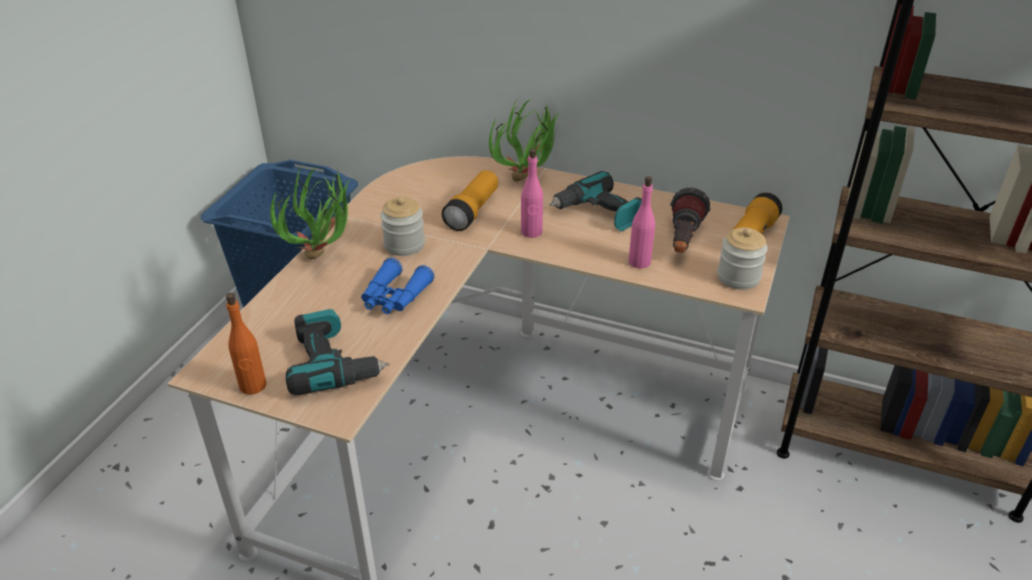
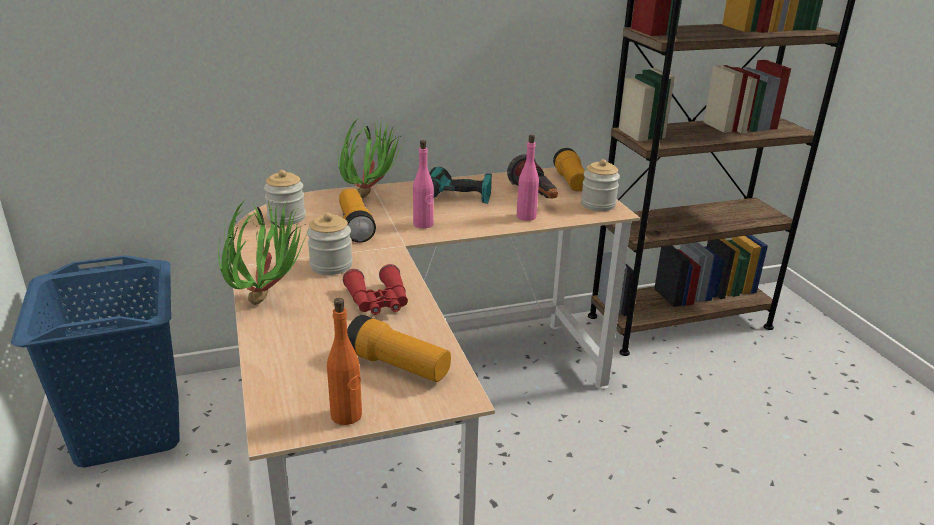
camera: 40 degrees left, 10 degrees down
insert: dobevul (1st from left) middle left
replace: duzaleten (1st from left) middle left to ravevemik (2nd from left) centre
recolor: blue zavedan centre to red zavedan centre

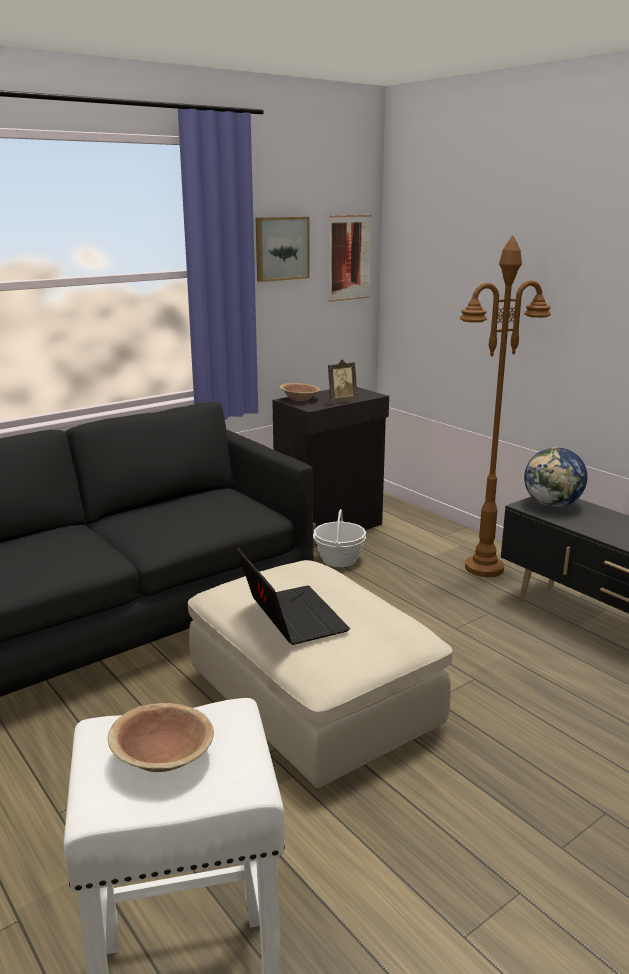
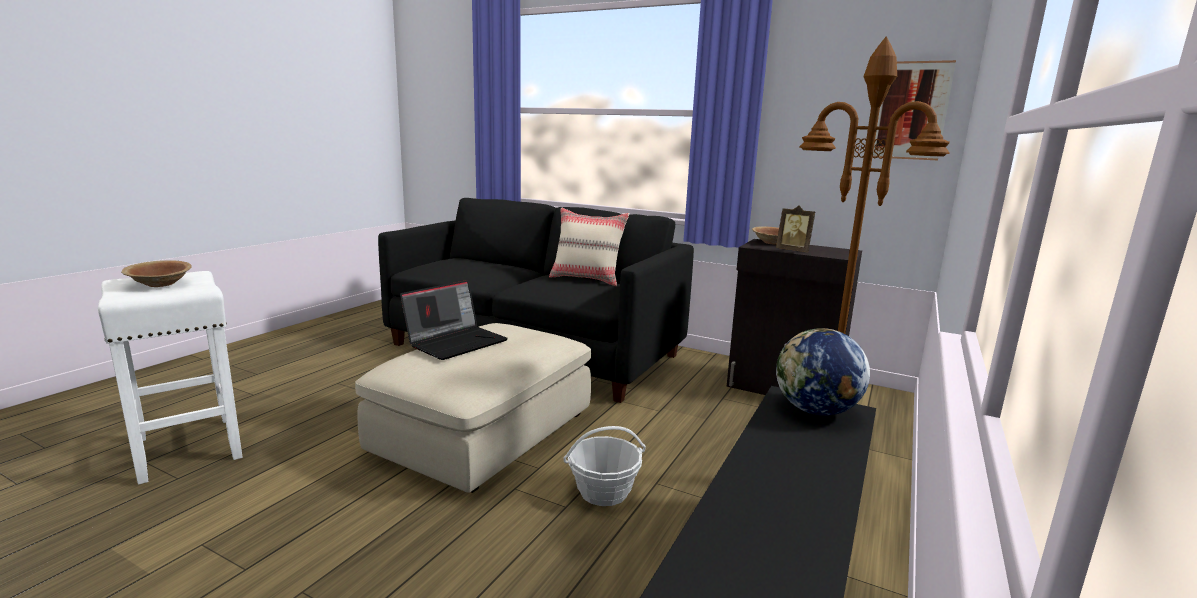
camera: 65 degrees right, 5 degrees down
delete: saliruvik (1st from left) top centre
insert: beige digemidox centre
move: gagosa centre to bottom centre

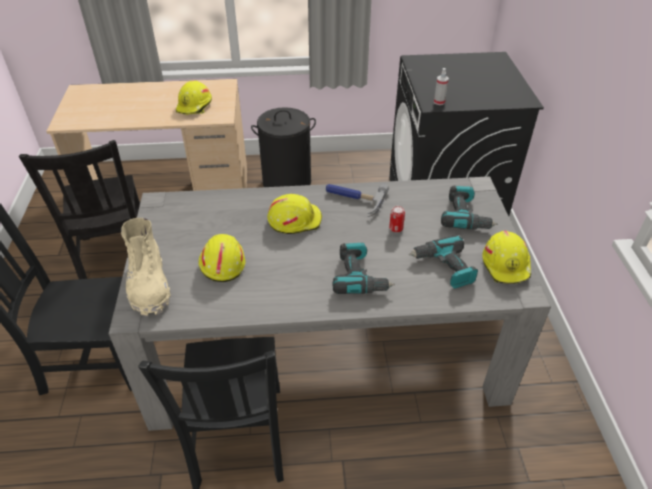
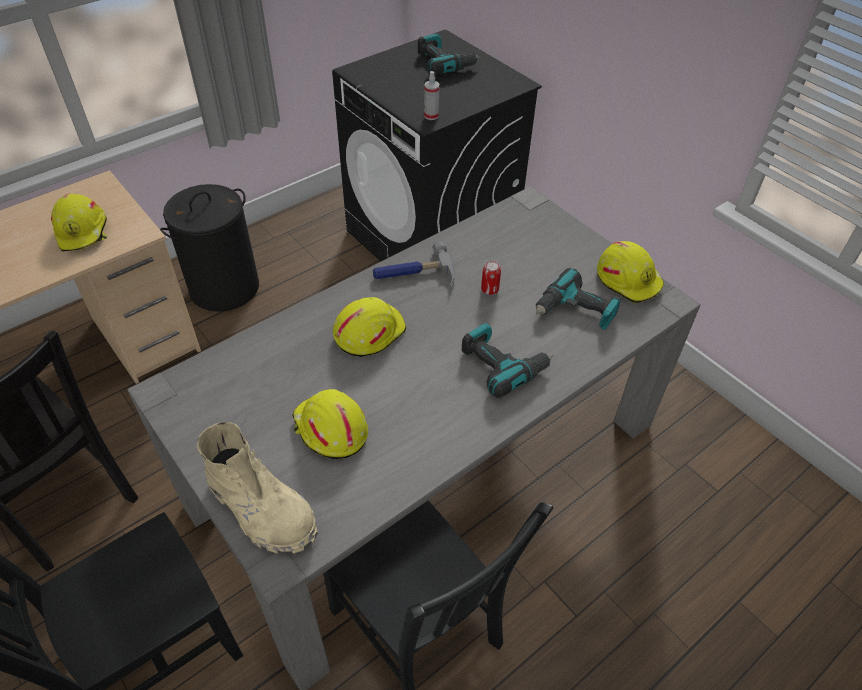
camera: 35 degrees left, 5 degrees up
move: duzaleten (3rd from left in the first image) middle right to duzaleten (1st from left) top centre

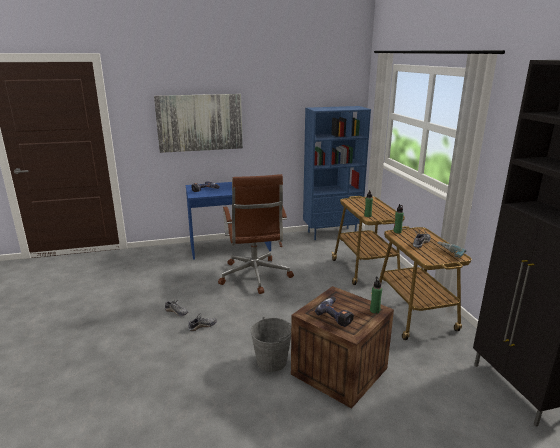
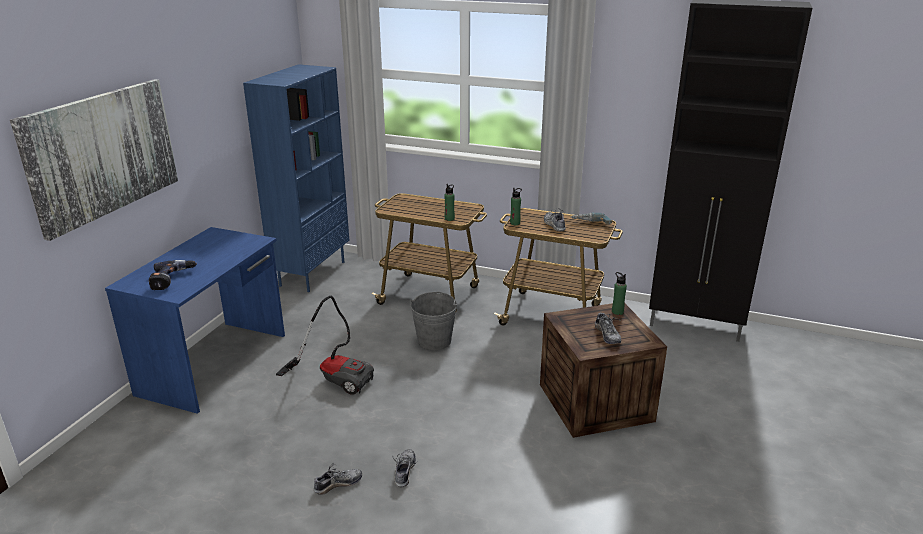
camera: 55 degrees left, 5 degrees up
move: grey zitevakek bottom centre to centre
replace: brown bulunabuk centre to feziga centre; duzaleten (2nd from left) bottom centre to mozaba (4th from left) centre

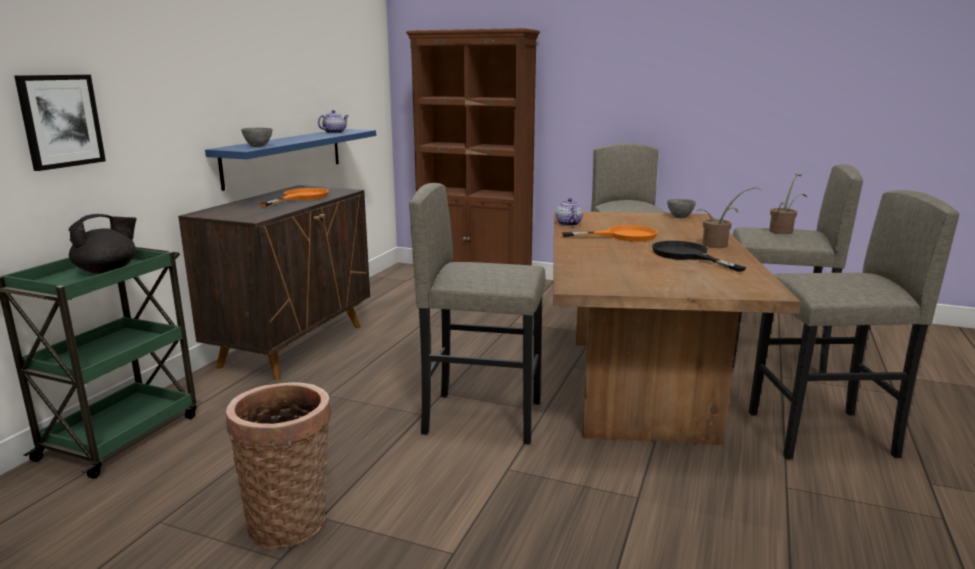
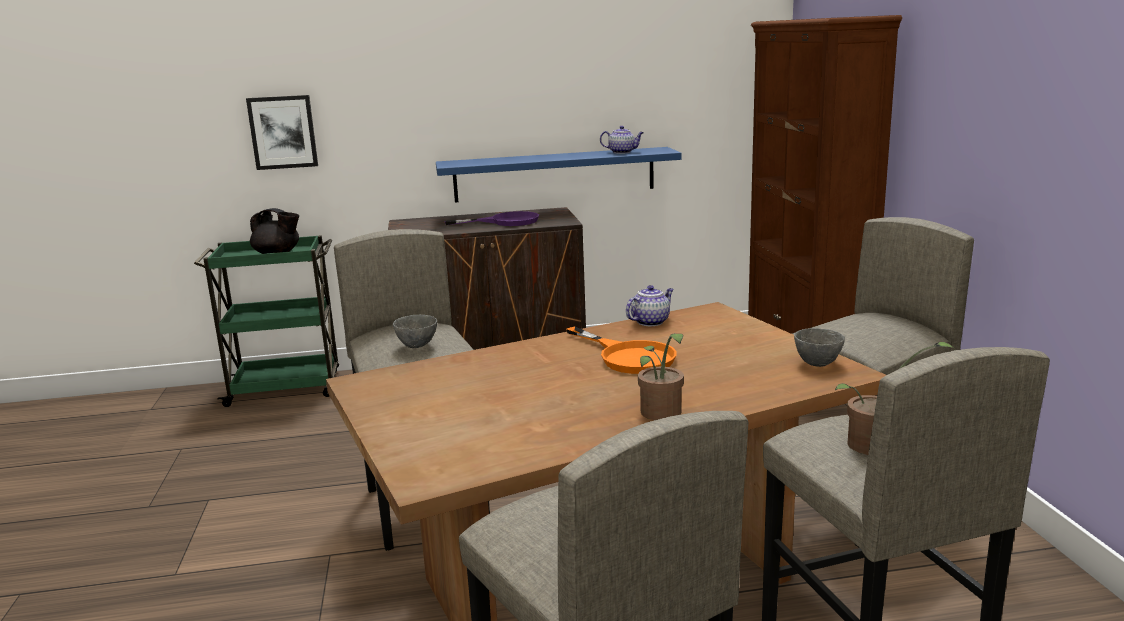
camera: 60 degrees right, 0 degrees up
delete: gagosa bottom left; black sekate middle right
move: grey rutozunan (1st from left) top left to centre
recolor: orange sekate (1st from left) middle left to purple sekate centre

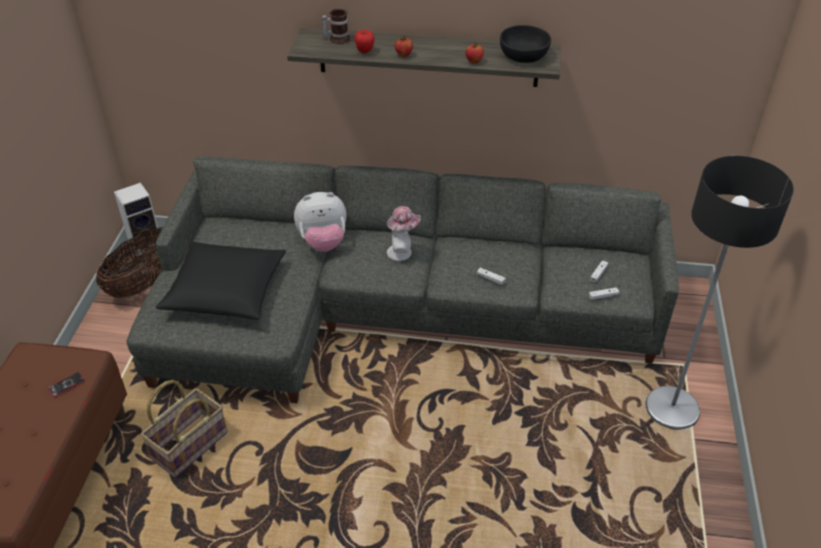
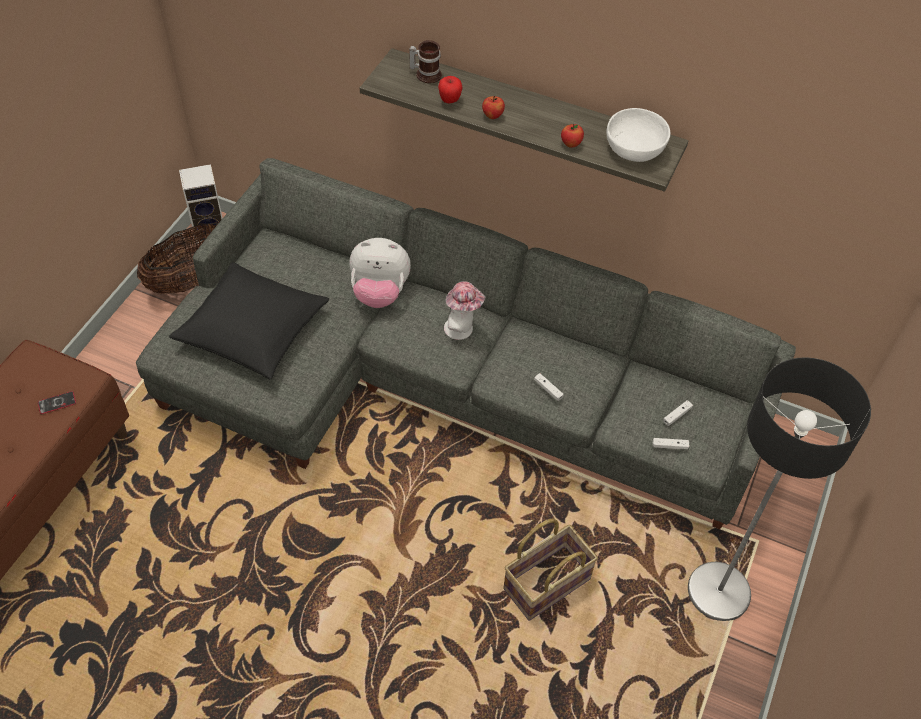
camera: 15 degrees right, 10 degrees up
move: gagosa (2nd from left) bottom left to bottom centre
recolor: black rutozunan top centre to white rutozunan top right

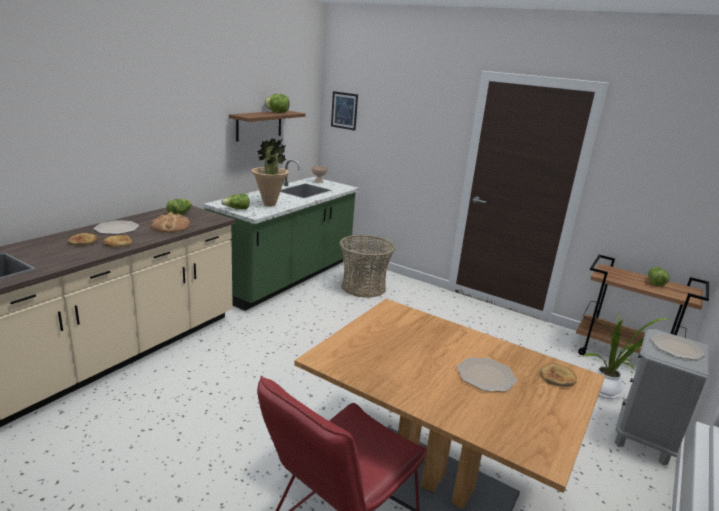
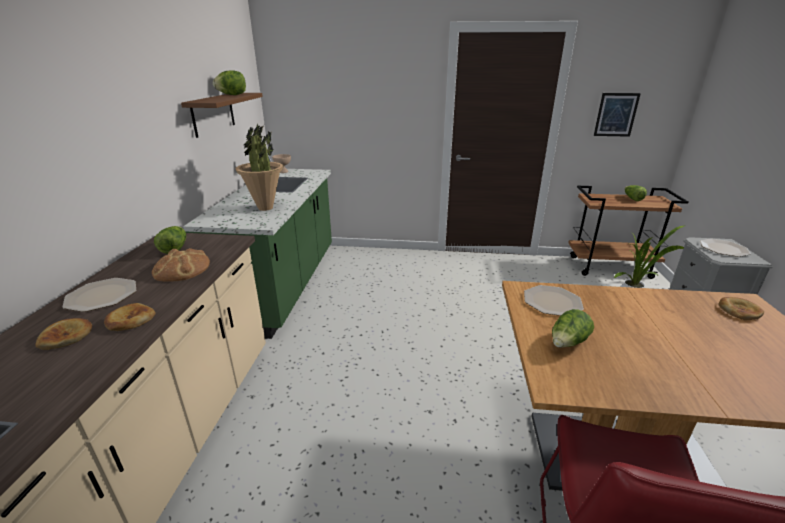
camera: 25 degrees left, 5 degrees up
delete: gagosa centre
move: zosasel (2nd from left in the first image) middle left to zosasel (3rd from left) middle right; saliruvik top centre to top right; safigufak (2nd from left) bottom right to middle right

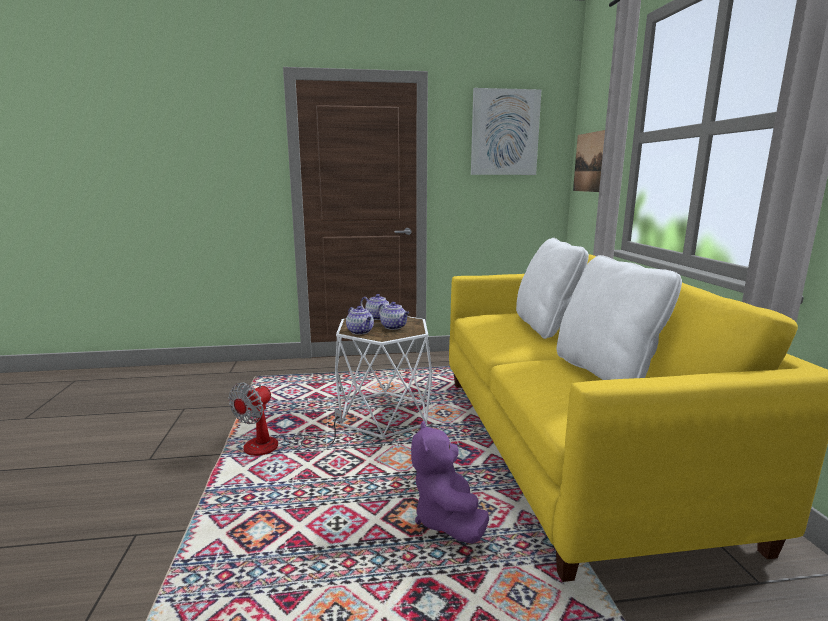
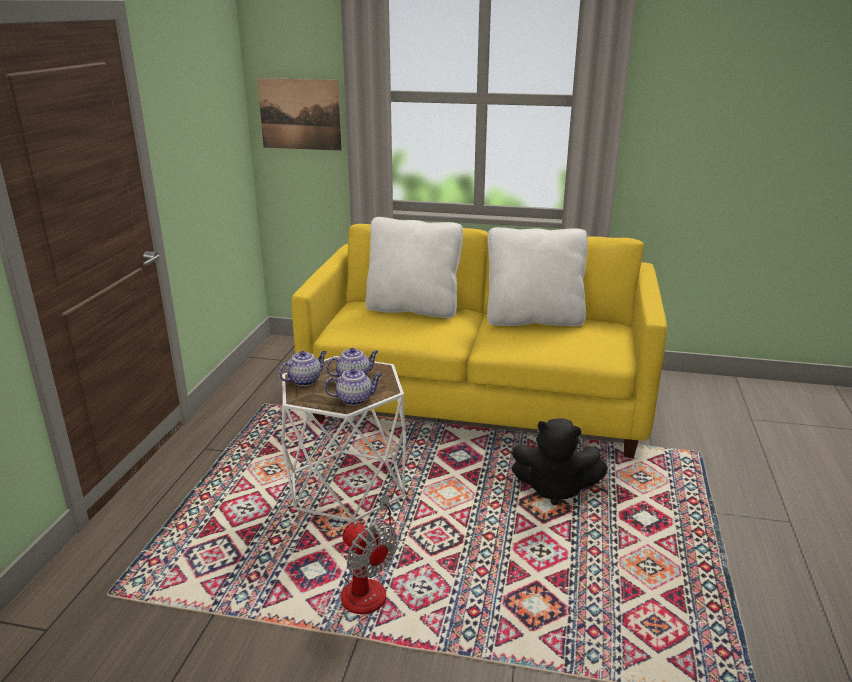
camera: 70 degrees left, 10 degrees up
delete: saliruvik (1st from left) top centre
recolor: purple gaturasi bottom centre to black gaturasi bottom centre

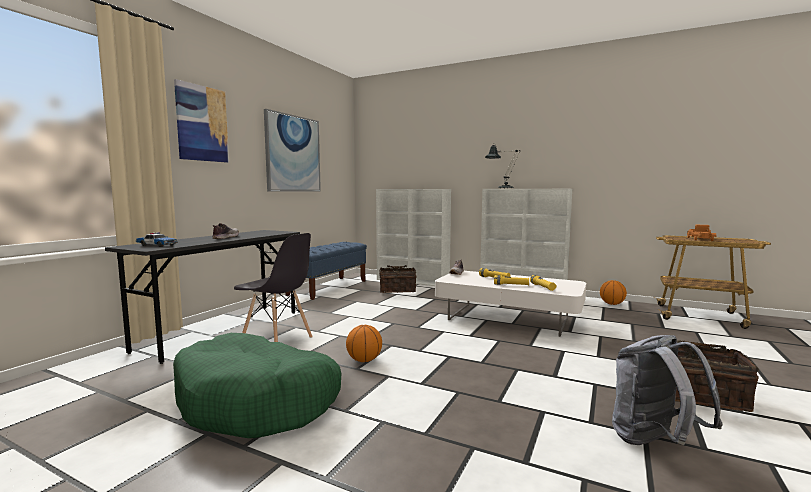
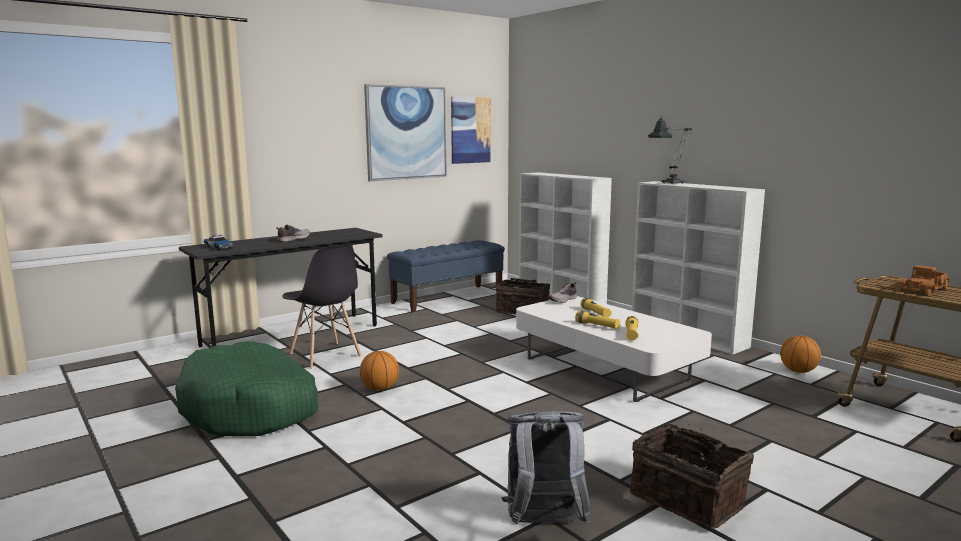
camera: 25 degrees right, 5 degrees up
move: saliruvik (1st from left in the first image) top left to saliruvik (2nd from left) top centre

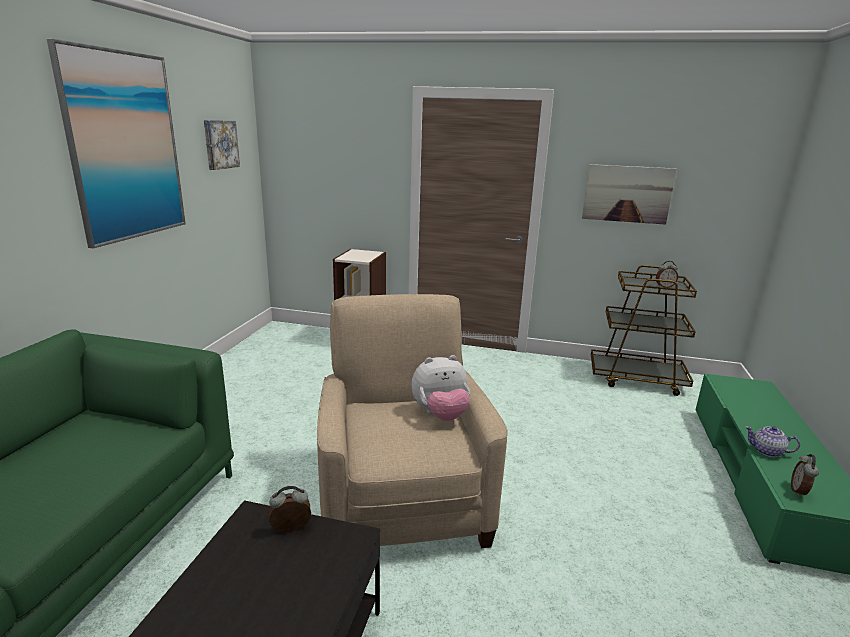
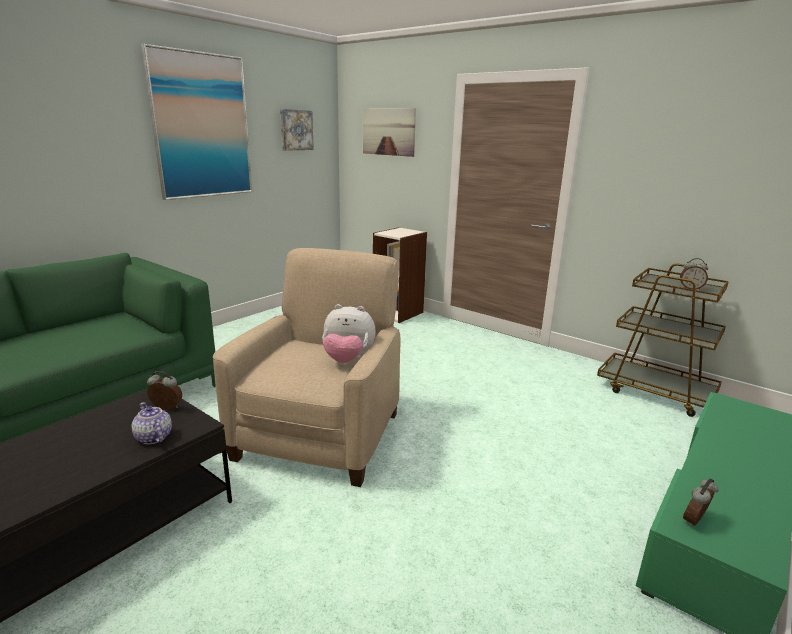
camera: 25 degrees right, 0 degrees up
move: saliruvik (3rd from left) top right to top centre; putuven bottom right to bottom left

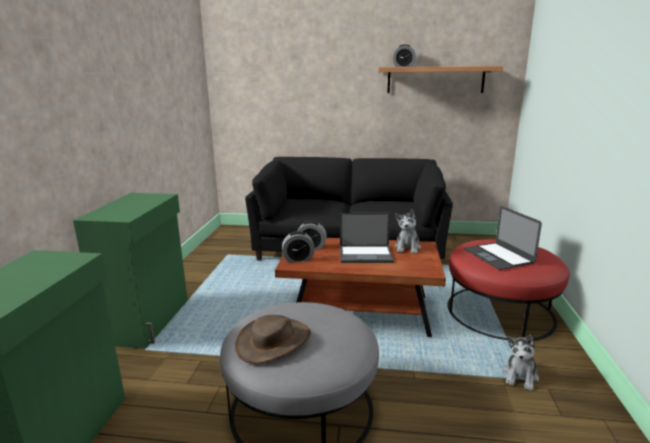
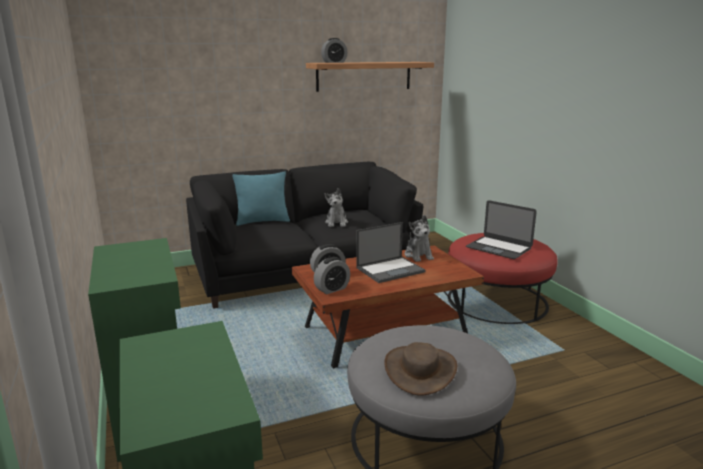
camera: 30 degrees left, 0 degrees up
insert: turquoise digemidox centre
move: gaturasi (2nd from left in the first image) bottom right to gaturasi (1st from left) centre

